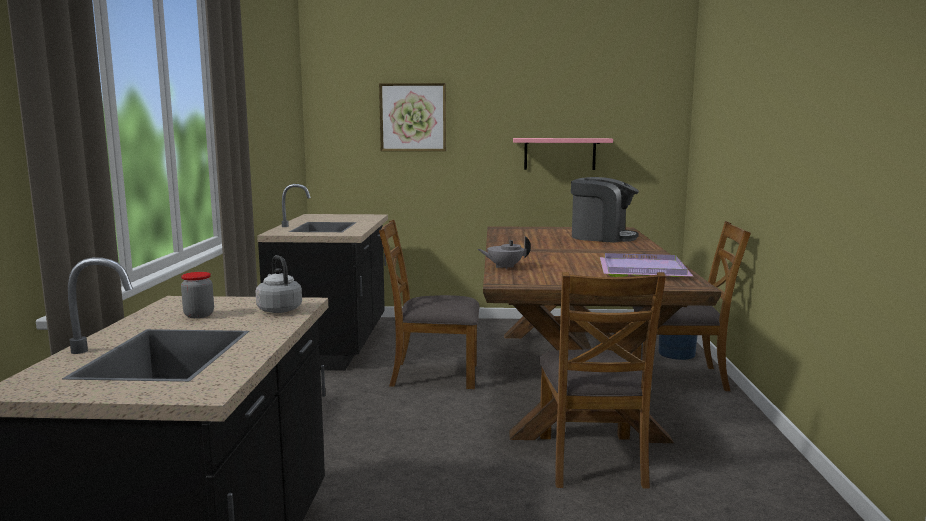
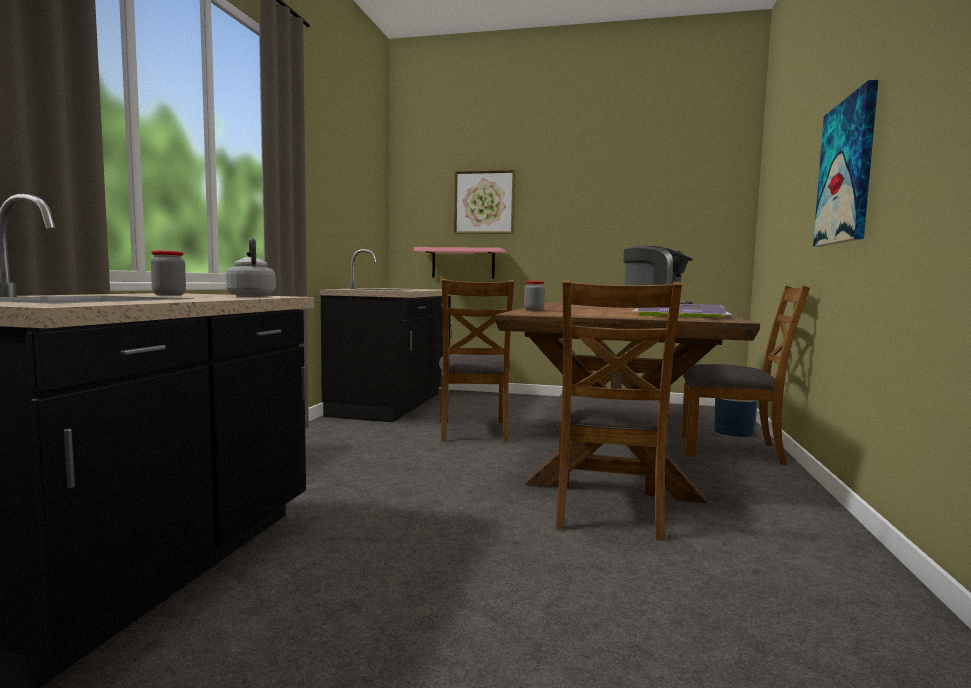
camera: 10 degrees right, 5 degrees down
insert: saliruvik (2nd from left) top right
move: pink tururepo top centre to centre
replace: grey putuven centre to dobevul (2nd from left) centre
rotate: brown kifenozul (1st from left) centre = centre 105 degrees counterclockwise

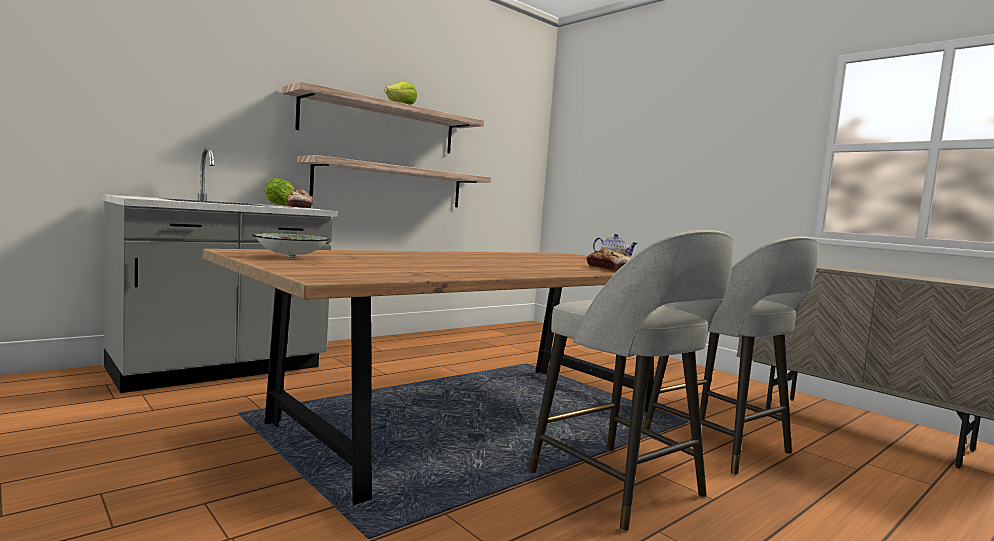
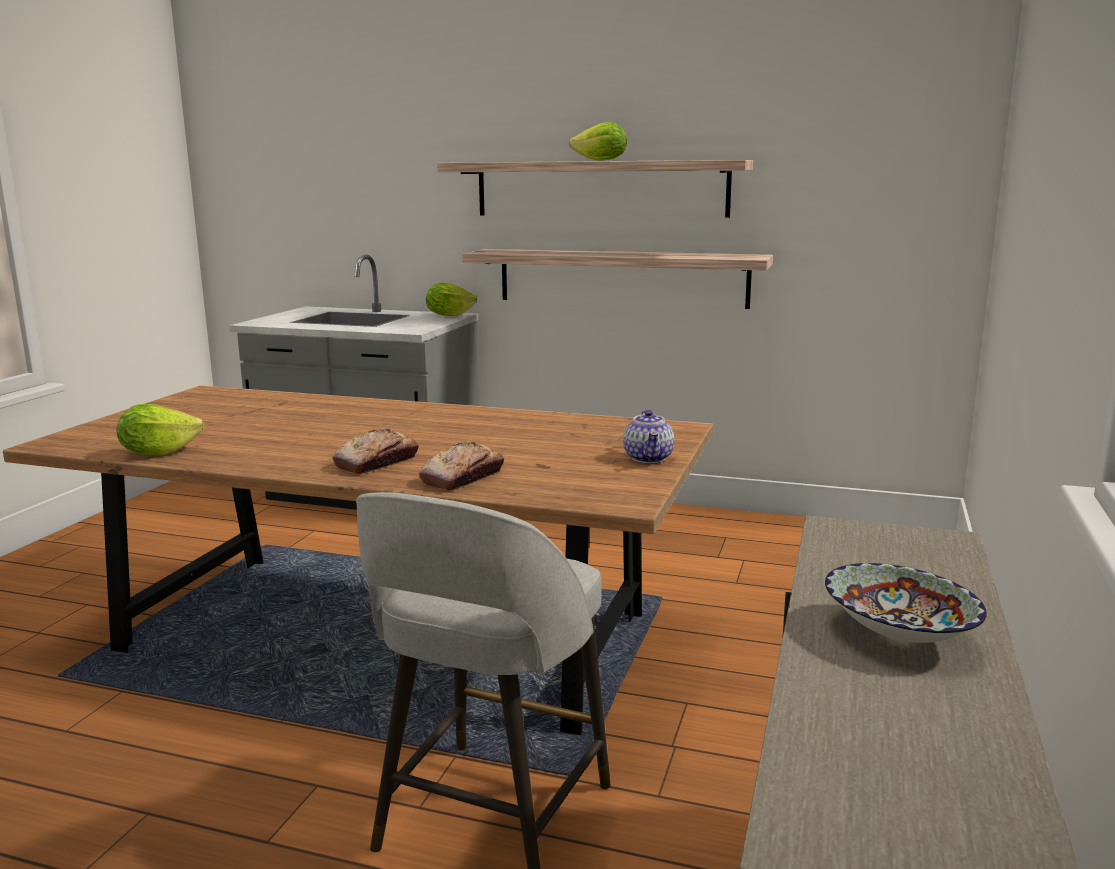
camera: 60 degrees right, 10 degrees up
delete: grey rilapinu (1st from left) bottom centre
insert: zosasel (1st from left) middle left
move: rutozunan middle left to bottom right; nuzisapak (1st from left) middle left to centre

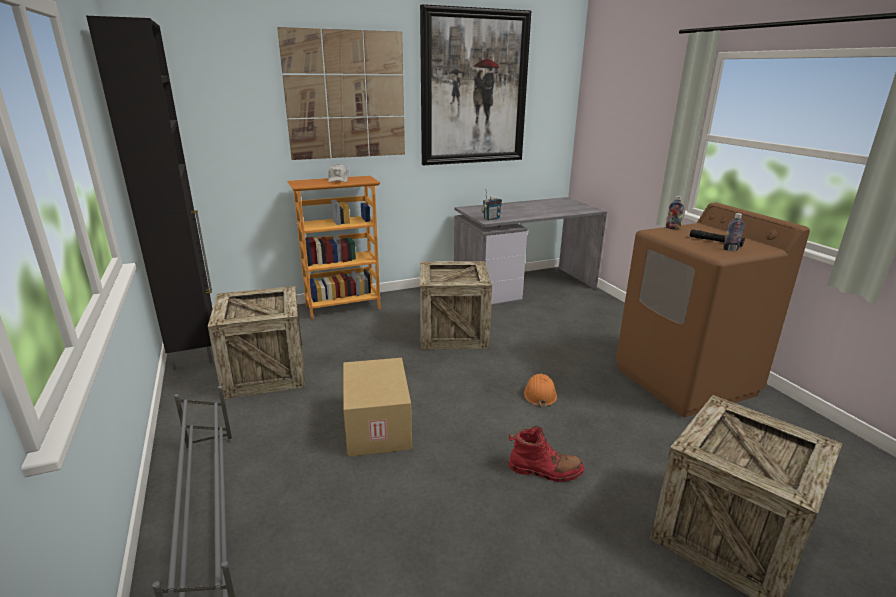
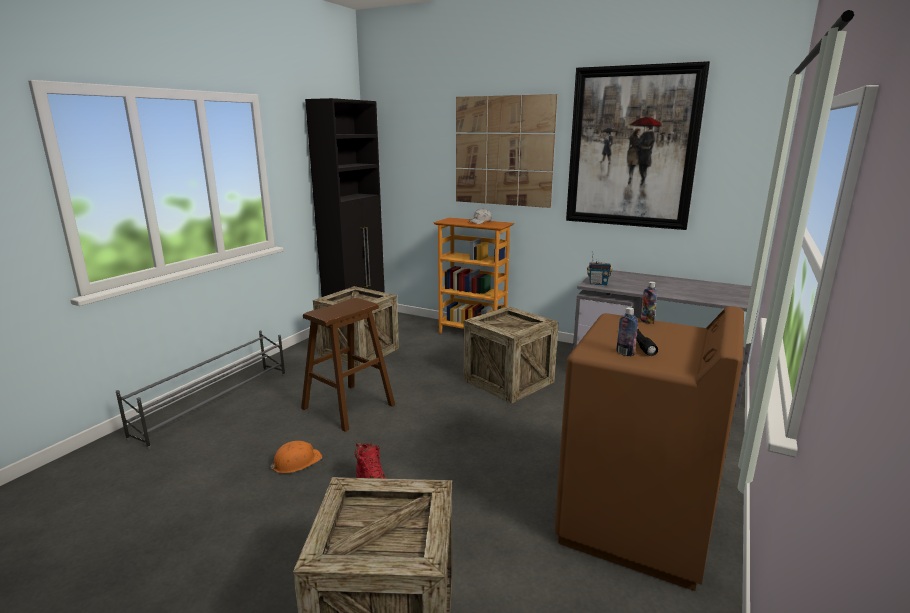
camera: 50 degrees right, 5 degrees down
move: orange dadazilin centre to bottom left
replace: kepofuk bottom centre to brown rilapinu centre

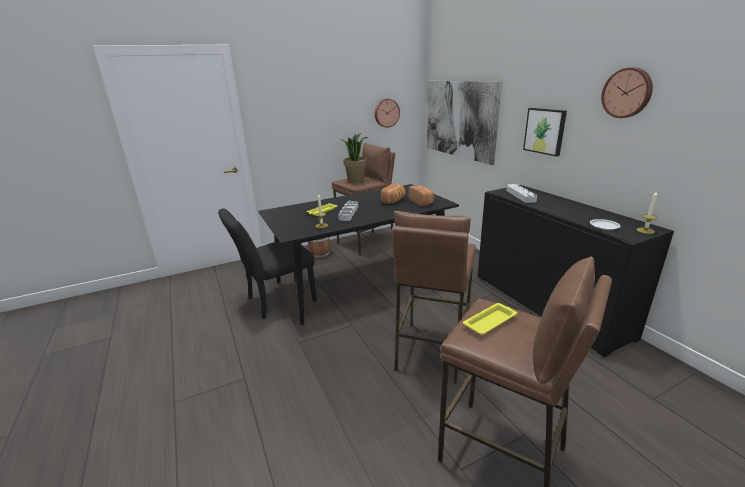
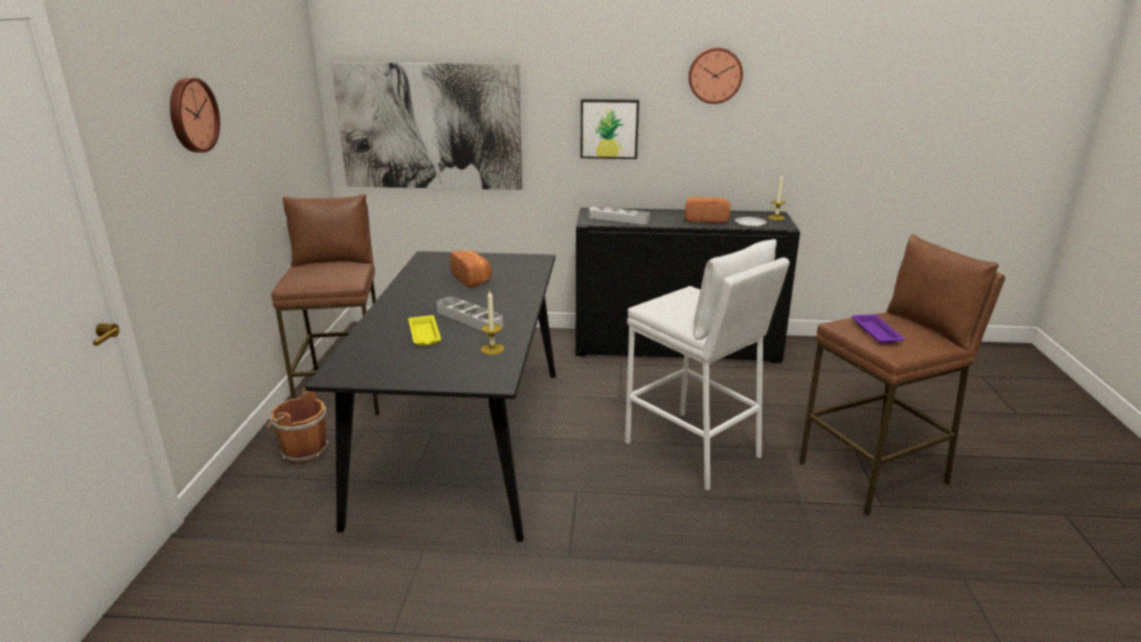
camera: 60 degrees left, 0 degrees up
delete: black kifenozul centre; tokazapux top centre
move: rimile (1st from left) top centre to top left; nuzisapak (2nd from left) centre to top centre
recolor: brown rilapinu (2nd from left) centre to white rilapinu centre; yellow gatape (2nd from left) centre to purple gatape middle right

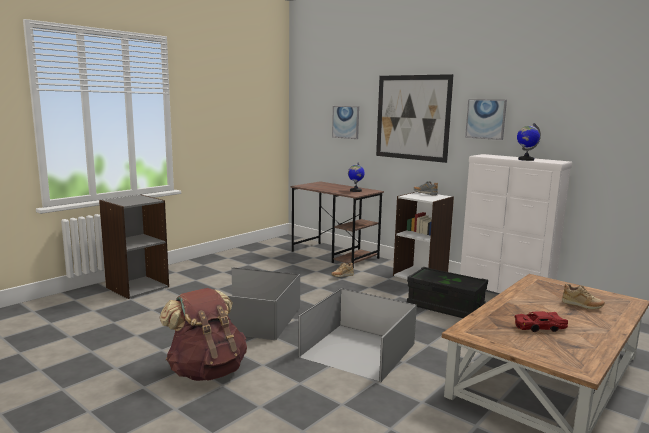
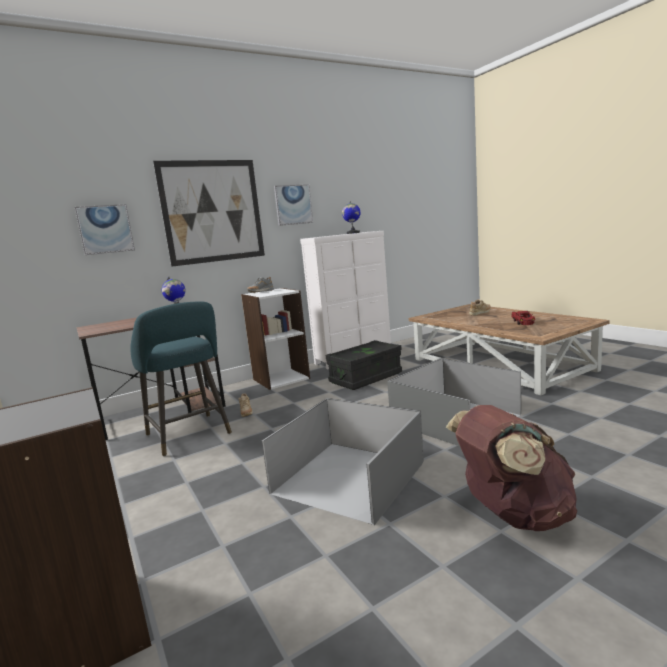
camera: 70 degrees left, 0 degrees up
insert: turquoise rilapinu middle left

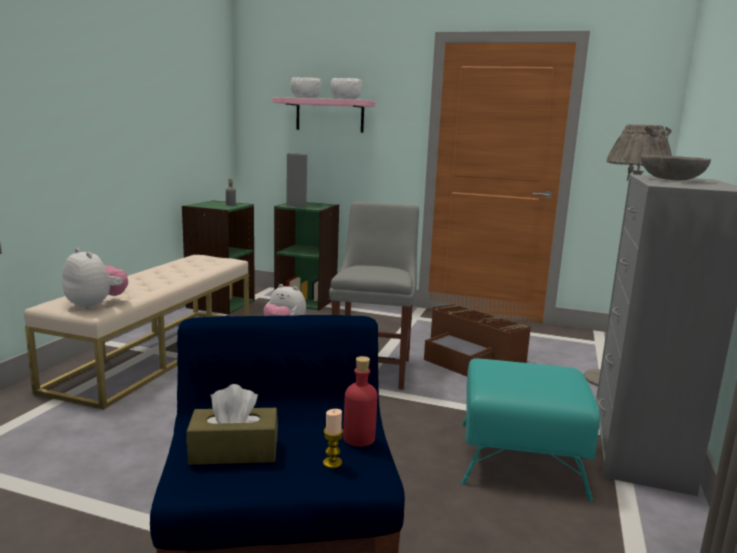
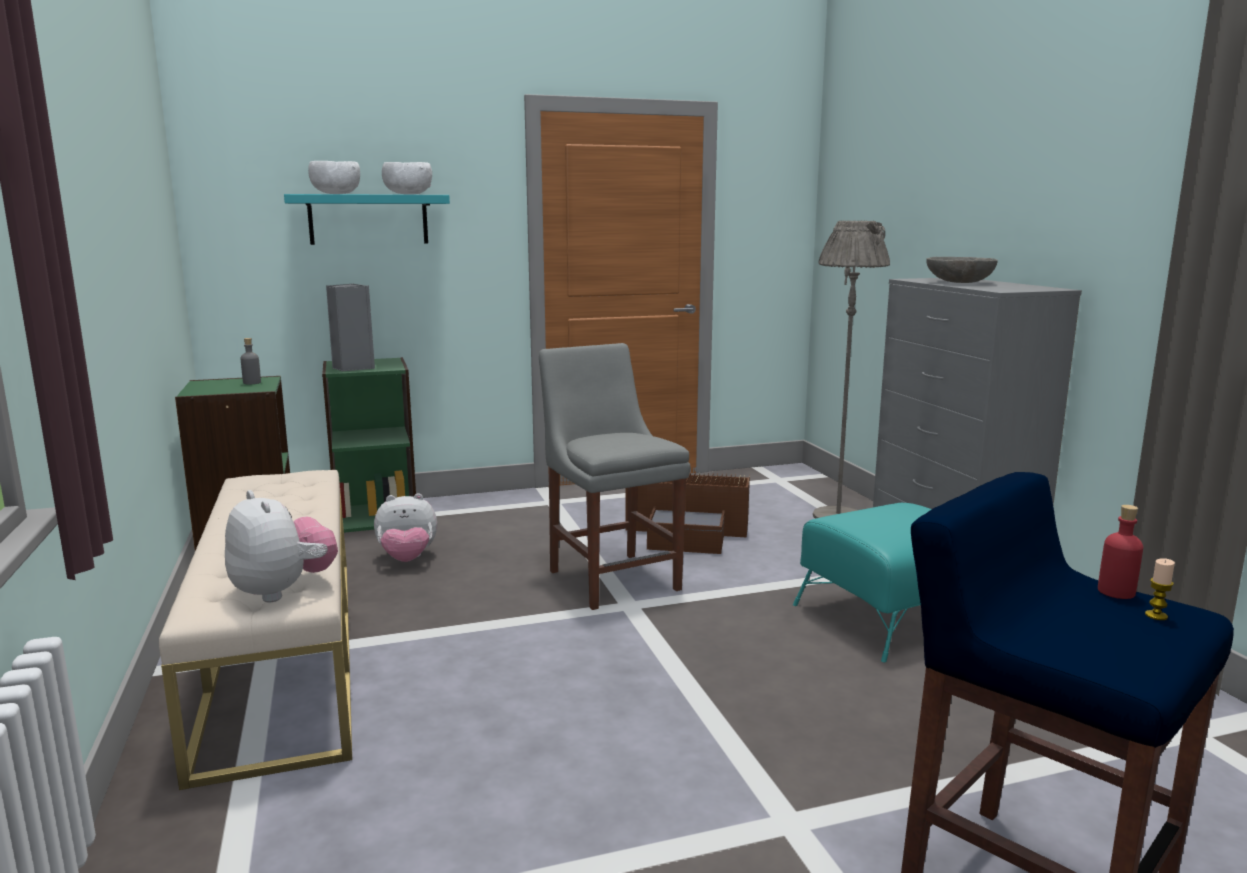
camera: 35 degrees left, 0 degrees up
delete: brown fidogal bottom left
recolor: pink tururepo top centre to turquoise tururepo top left
rotate: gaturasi (1st from left) middle left = middle left 45 degrees clockwise

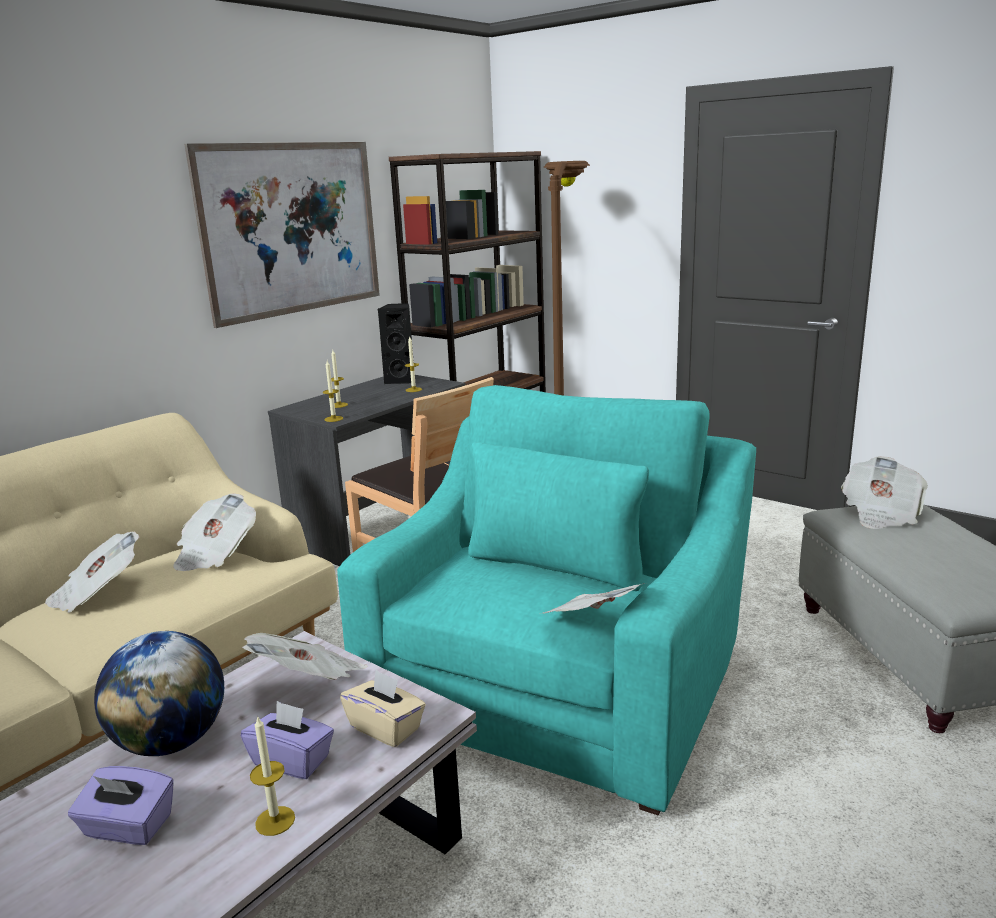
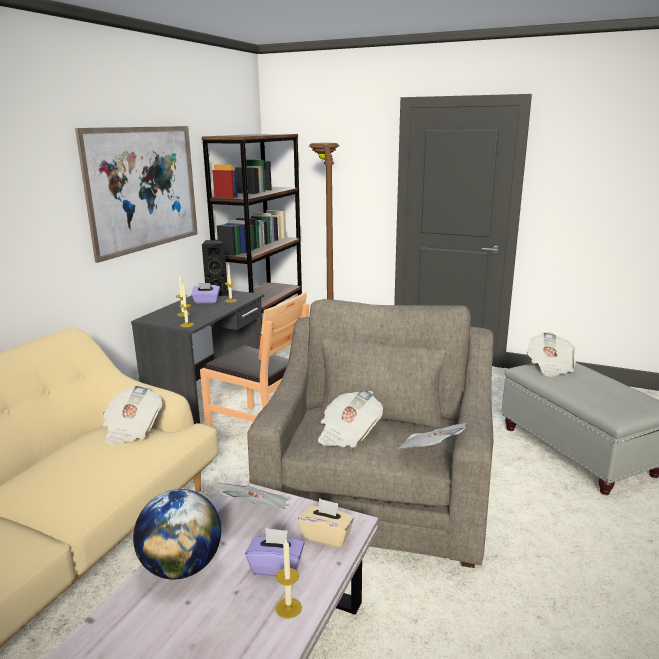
camera: 15 degrees left, 0 degrees up
move: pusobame (1st from left in the first image) middle left to pusobame (3rd from left) centre; purple fidogal (1st from left) bottom left to middle left
recolor: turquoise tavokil centre to grey tavokil centre

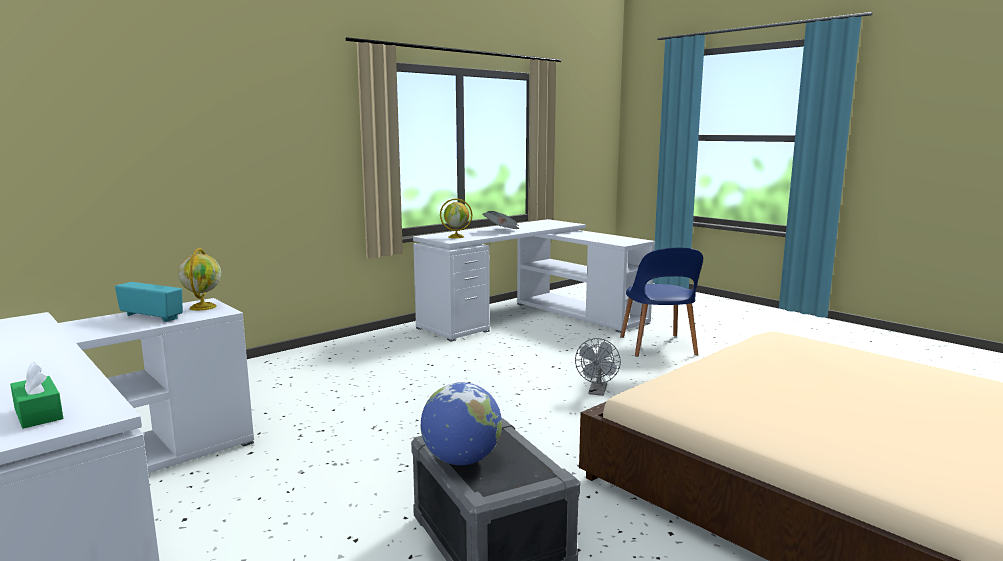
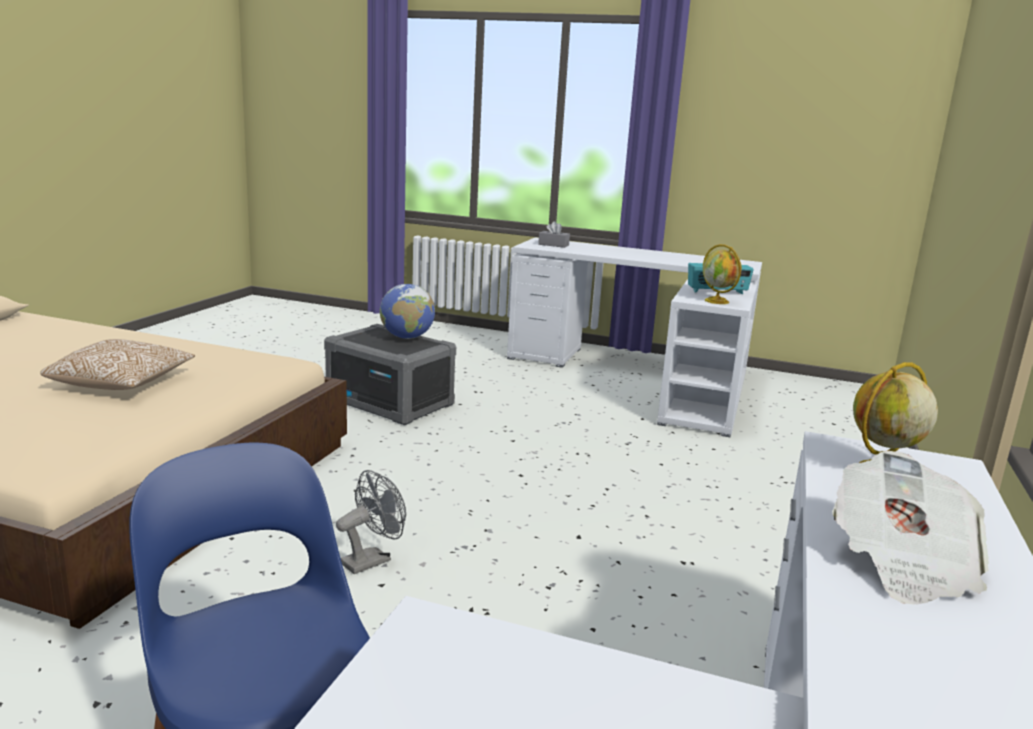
camera: 150 degrees right, 5 degrees up
insert: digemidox middle left
recolor: green fidogal bottom left to grey fidogal top centre
rotate: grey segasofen centre = bottom centre 60 degrees clockwise

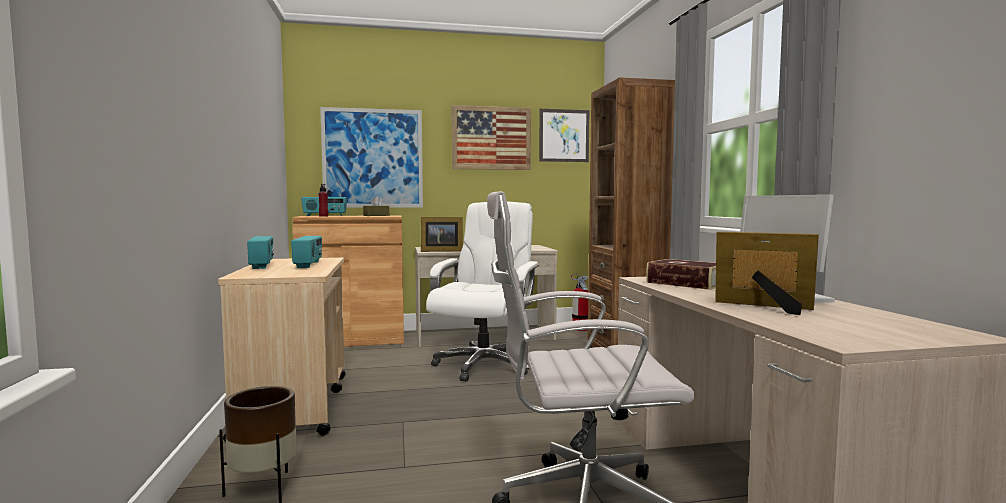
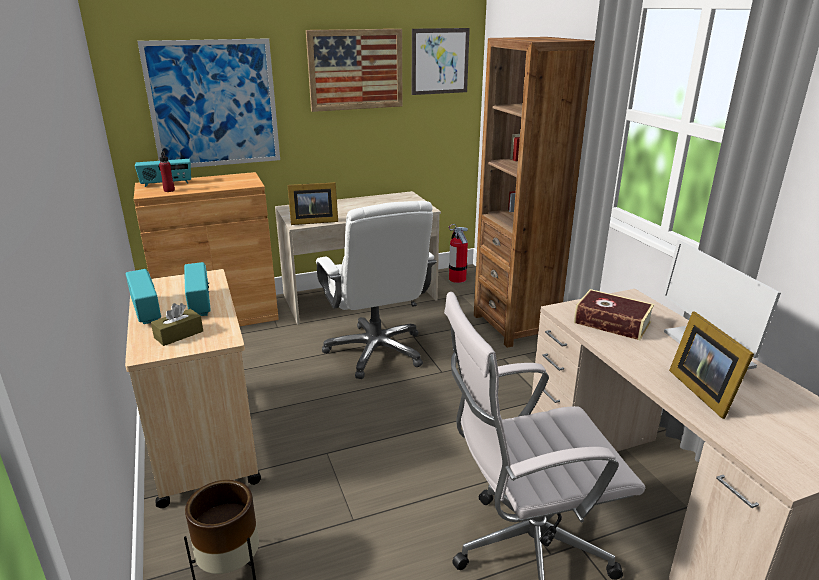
camera: 10 degrees left, 20 degrees up
move: brown fidogal centre to middle left
rotate: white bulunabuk (1st from left) centre = centre 150 degrees clockwise; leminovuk (2nd from left) middle right = middle right 120 degrees counterclockwise

